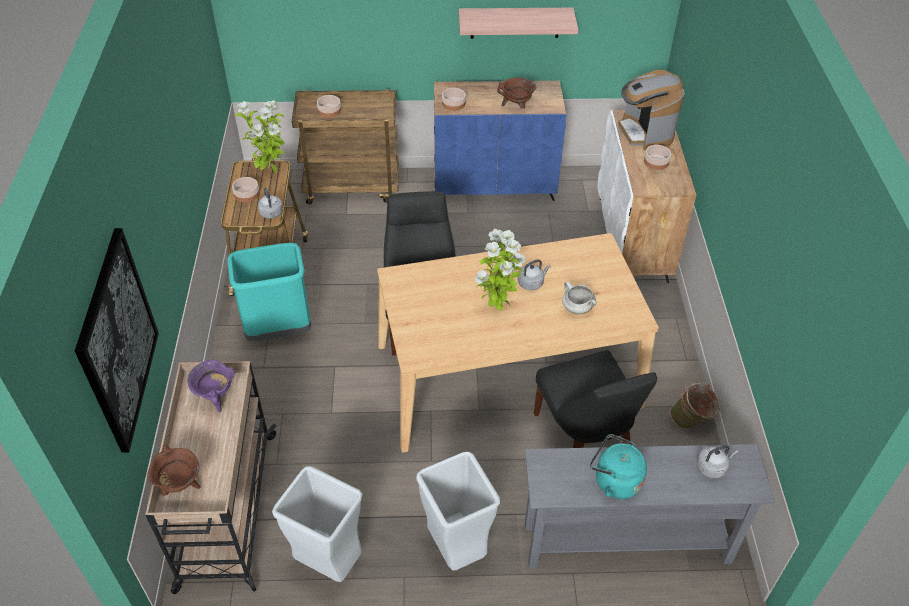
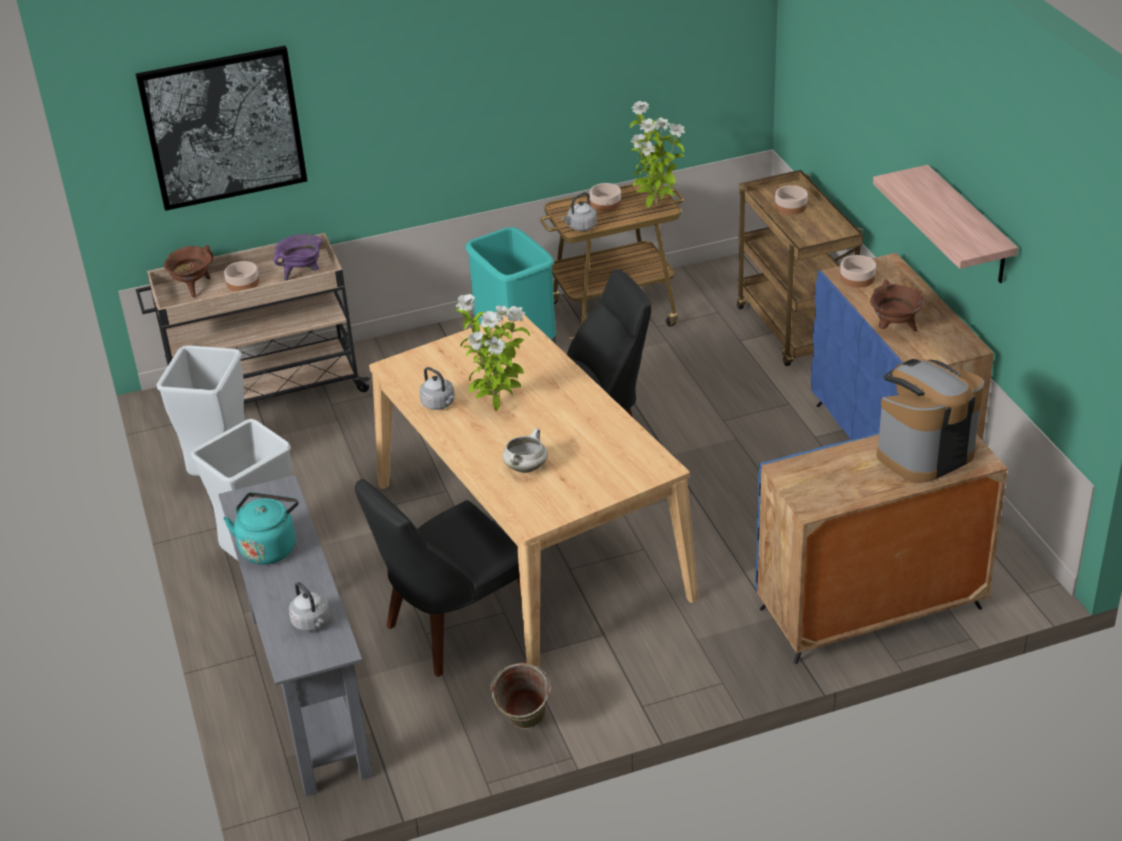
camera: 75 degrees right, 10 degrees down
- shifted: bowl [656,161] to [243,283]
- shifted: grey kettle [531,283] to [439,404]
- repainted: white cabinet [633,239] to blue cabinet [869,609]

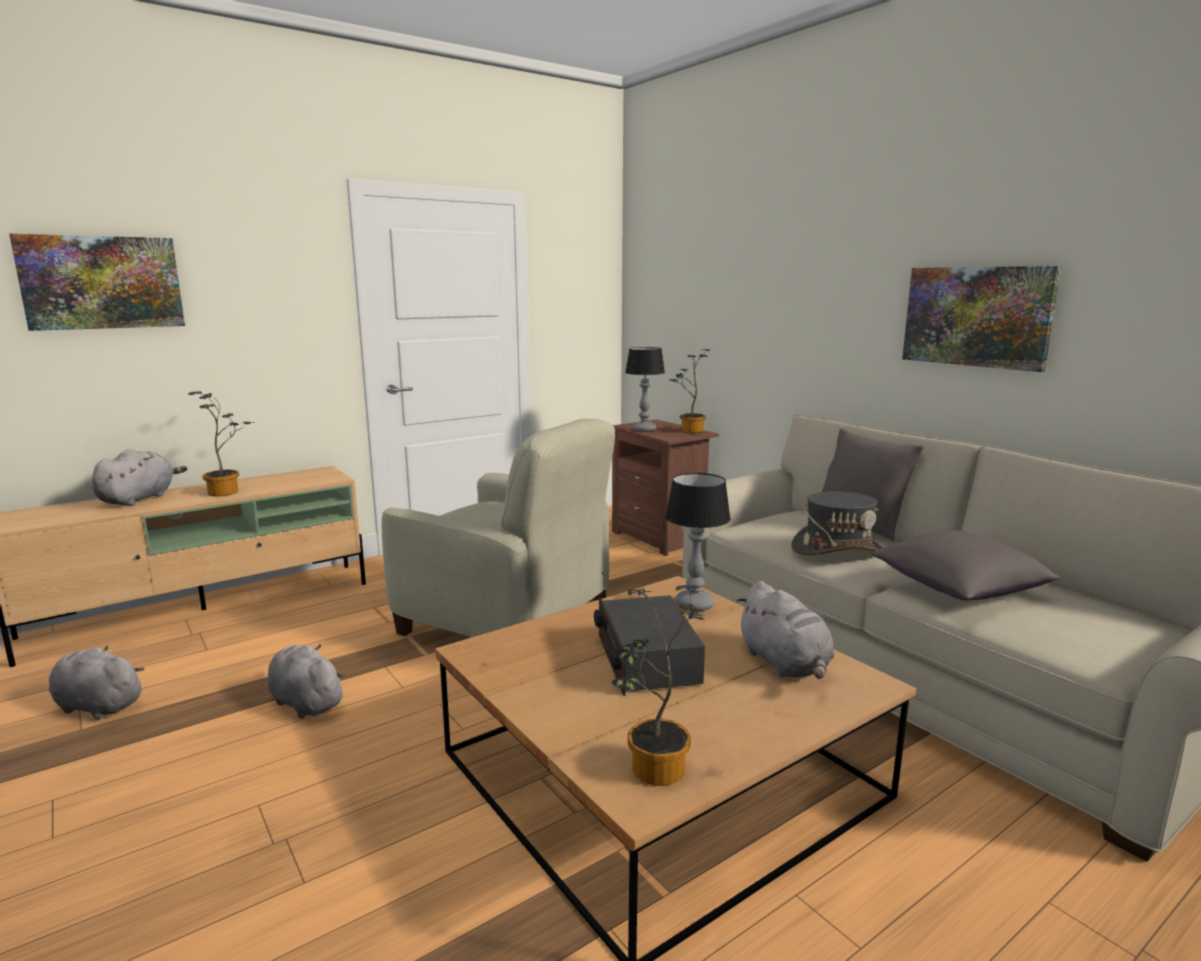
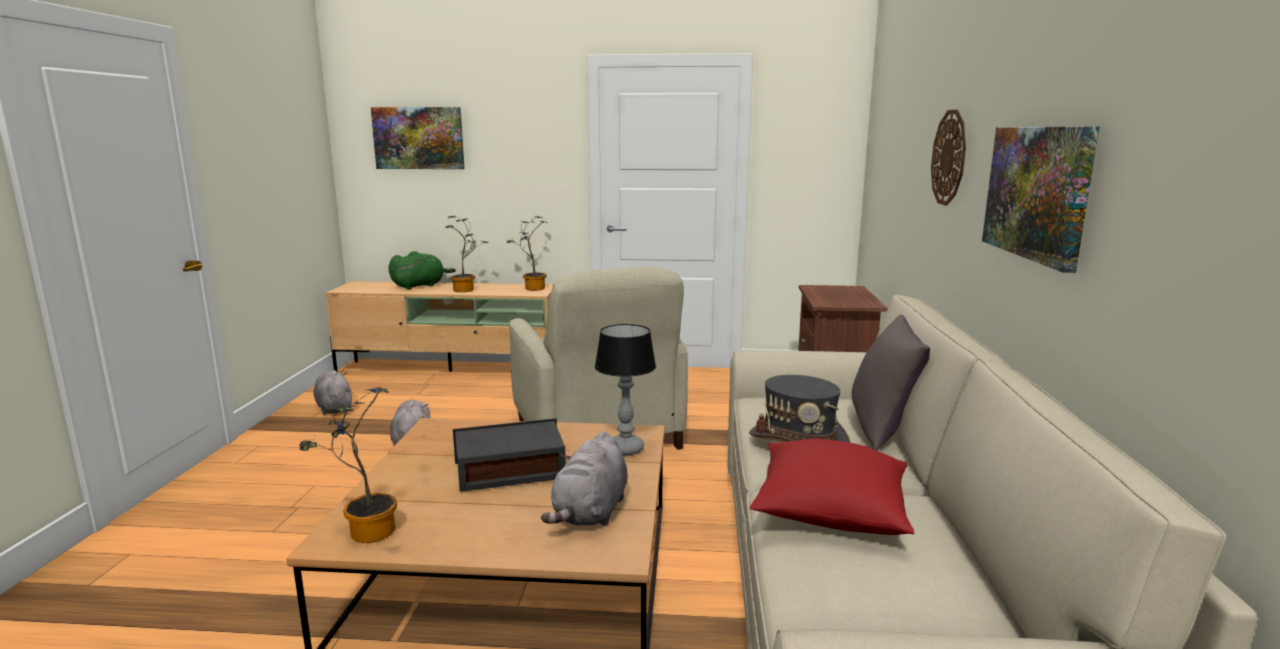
camera: 40 degrees right, 0 degrees up
- repainted: grey plush toy [139,499] to green plush toy [420,285]
- rotated: radio [646,659] = [510,470] 45 degrees clockwise
- shifted: potted plant [689,431] to [532,288]
- repainted: grey pillow [959,590] to red pillow [830,513]
- new: wall clock [949,157]
- gone: table lamp [644,430]

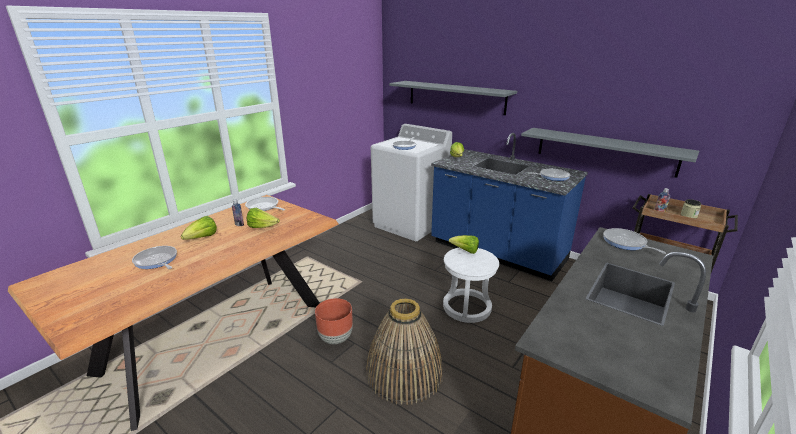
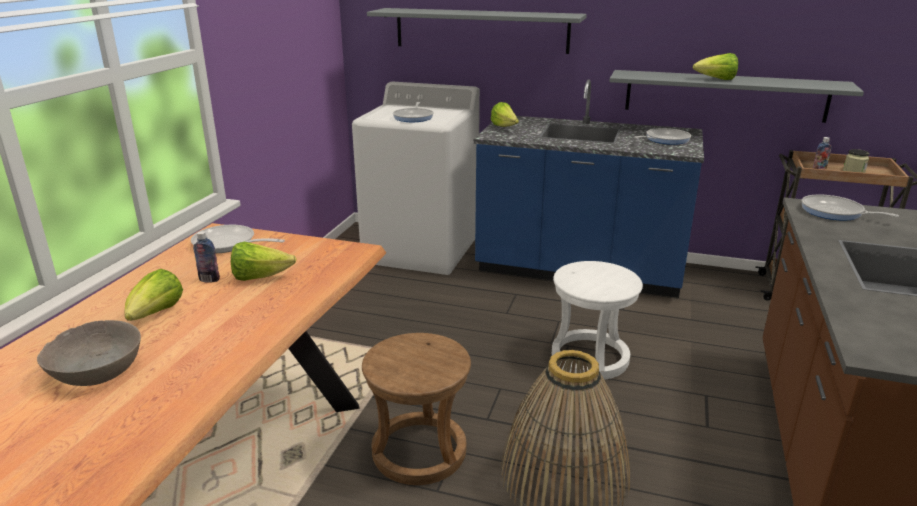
camera: 20 degrees left, 0 degrees up
- swapped: frying pan [156,261] to grey bowl [97,371]
- swapped: brown planter [335,338] to brown stool [419,452]
- shifted: lettuce [465,251] to [716,79]

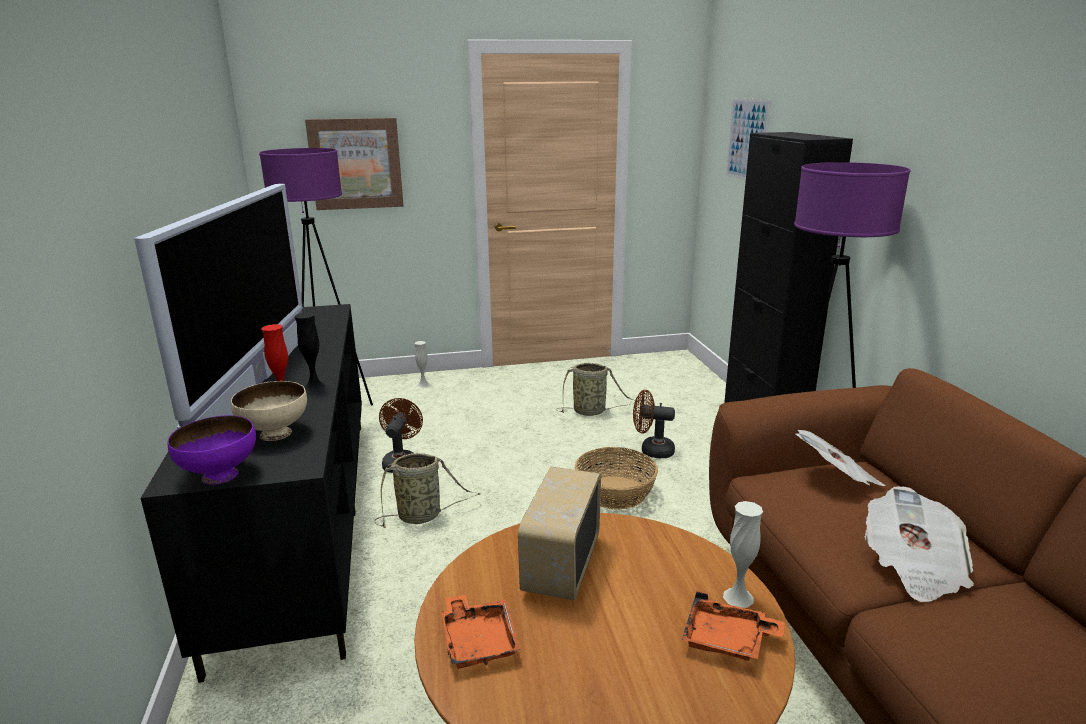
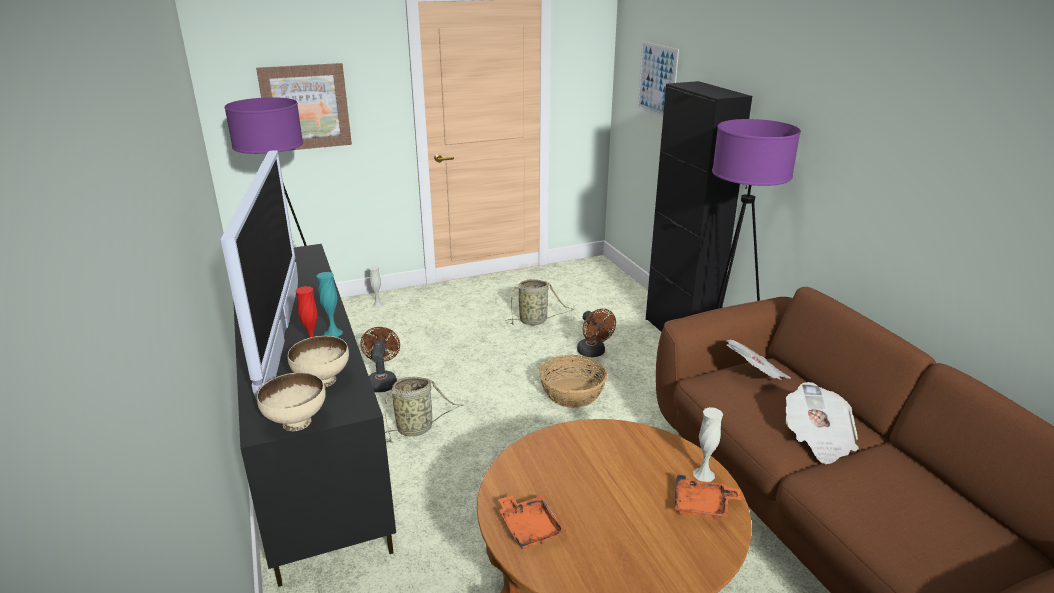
camera: 10 degrees left, 5 degrees up
- repainted: purple bowl [220,475] to beige bowl [297,422]
- repainted: black vase [314,386] to turquoise vase [333,333]
- rotated: brown fan [651,450] = [593,353] 120 degrees counterclockwise
- gone: radio [560,565]

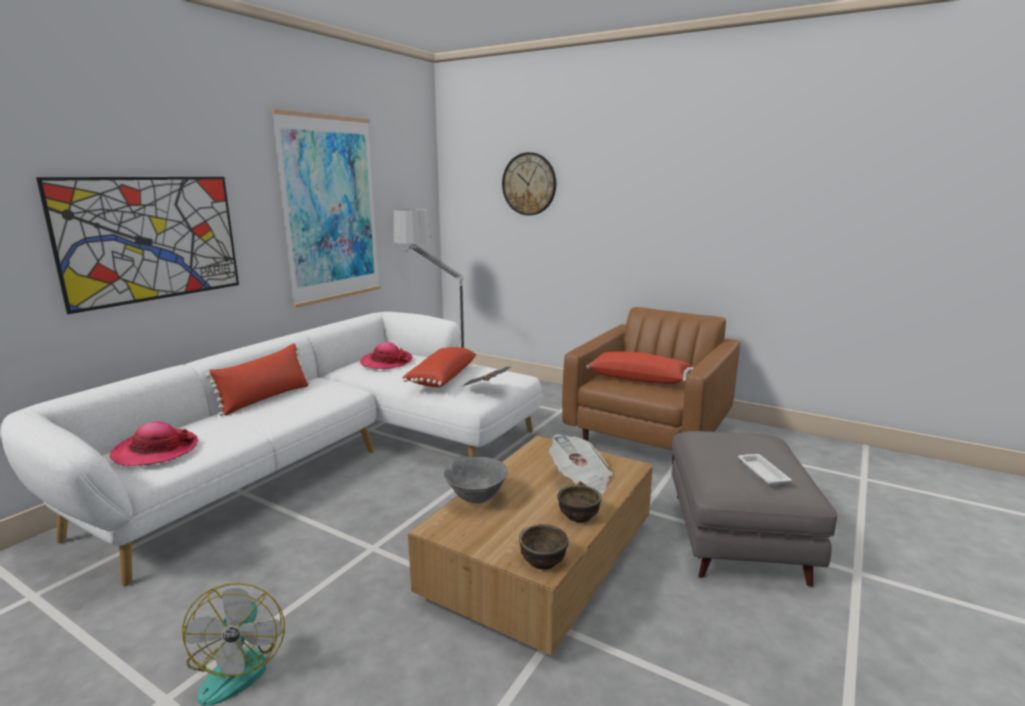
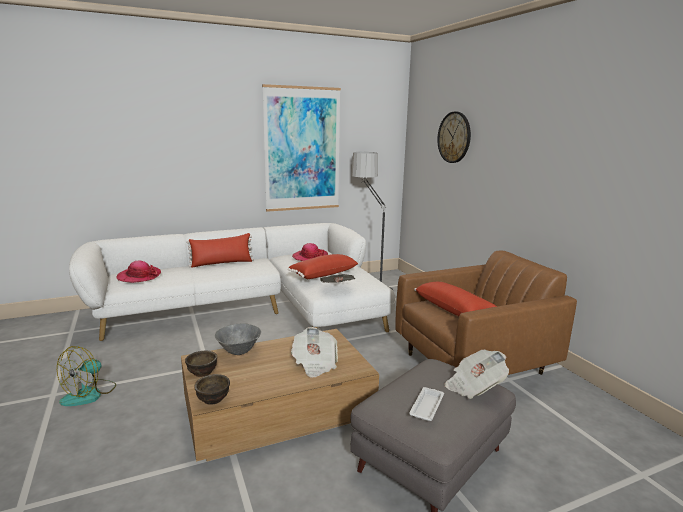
camera: 35 degrees right, 0 degrees up
- shifted: brown bowl [579,515] to [202,372]
- new: newspaper [474,387]
- gone: picture [152,239]

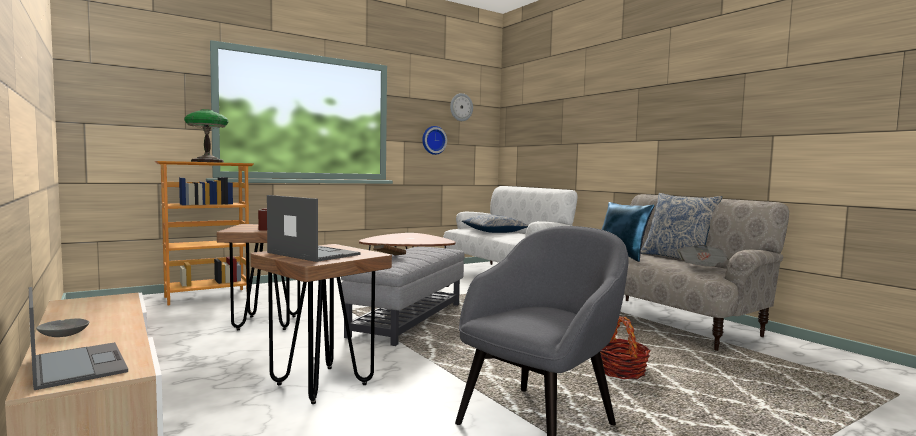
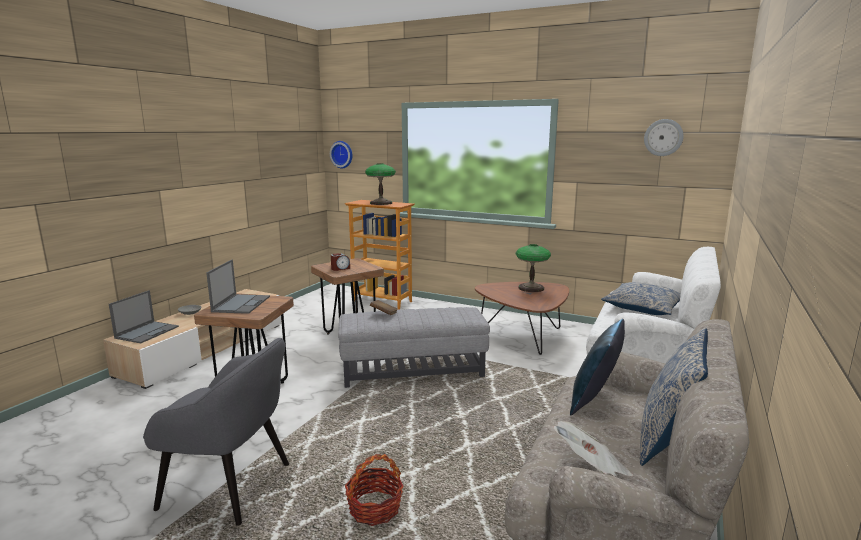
camera: 60 degrees right, 10 degrees up
- shifted: wall clock [433,140] to [342,154]
- new: table lamp [531,288]

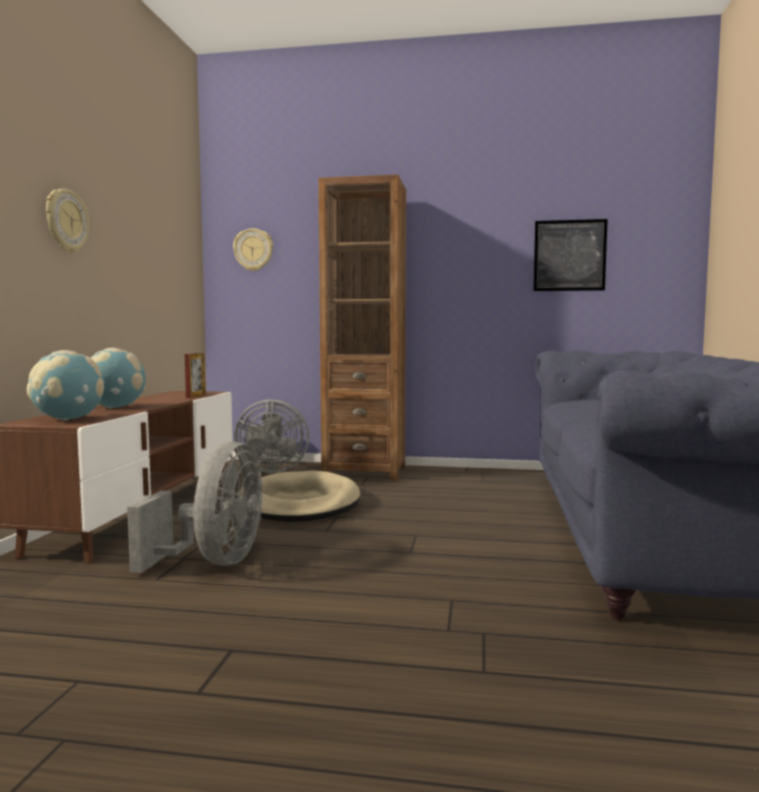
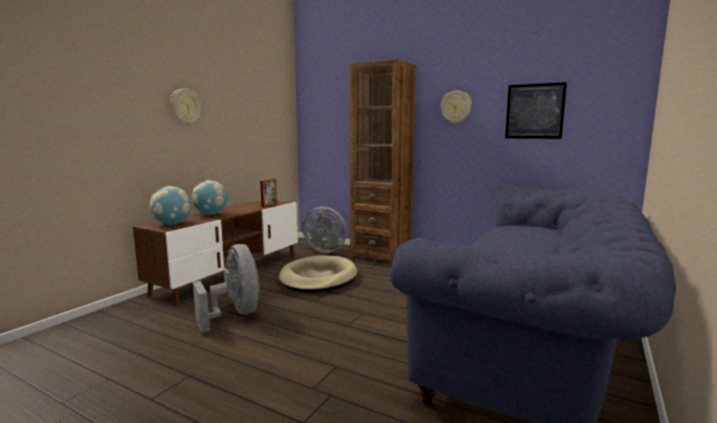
camera: 20 degrees right, 5 degrees up
- rotated: grey fan [215,562] = [235,314] 60 degrees counterclockwise
- shifted: wall clock [253,250] to [456,107]

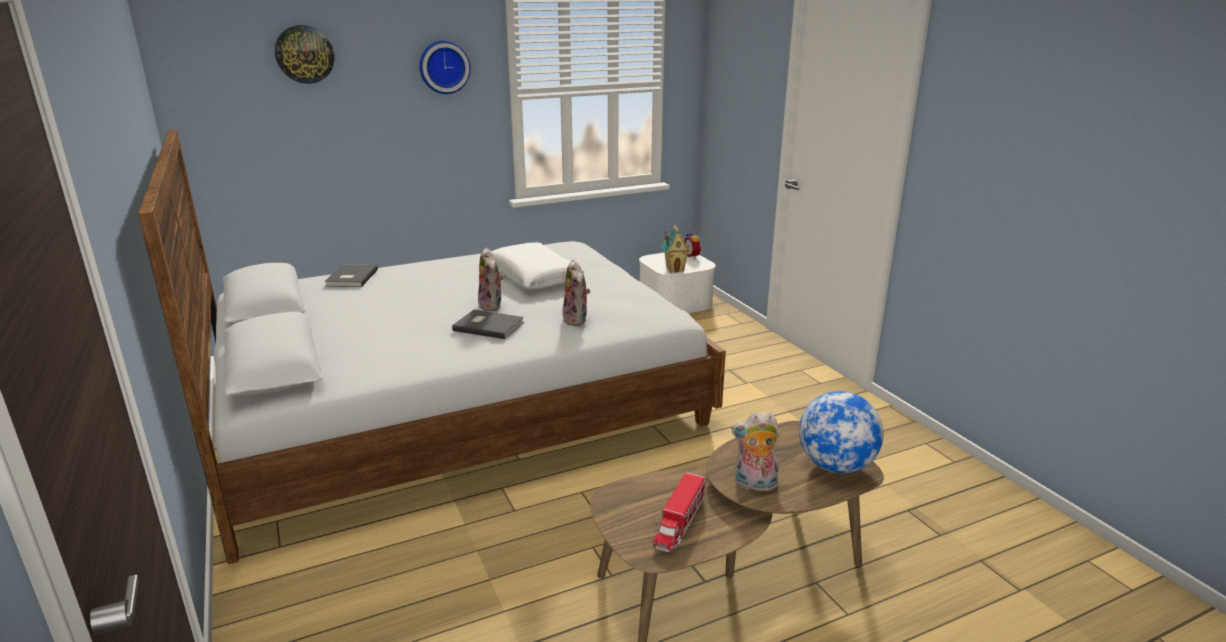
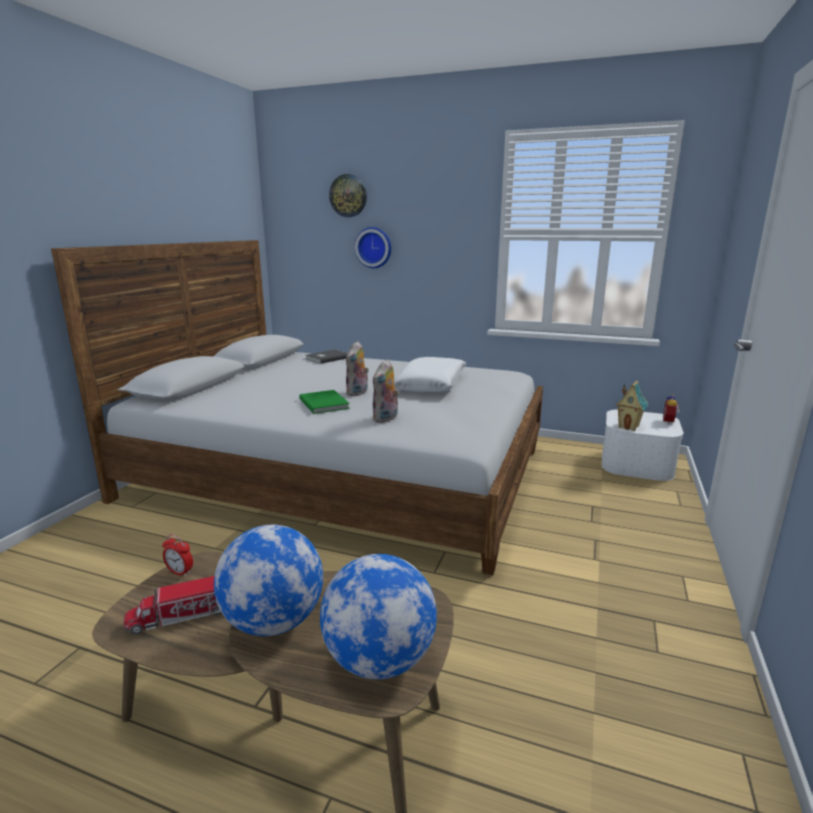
camera: 45 degrees right, 5 degrees down
- new: alarm clock [180,572]
- swapped: plush toy [754,485] to globe [274,622]
- repainted: grey book [488,326] to green book [325,403]
- shifted: wall clock [444,67] to [374,247]

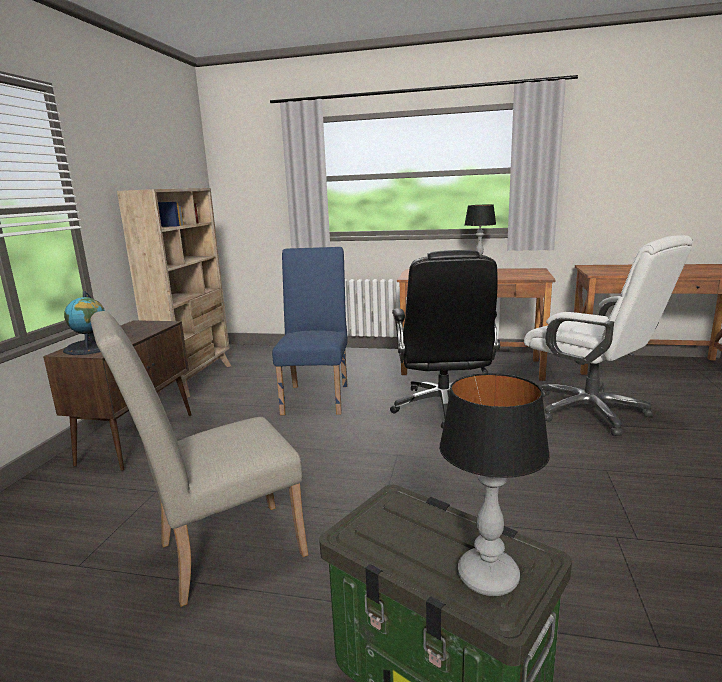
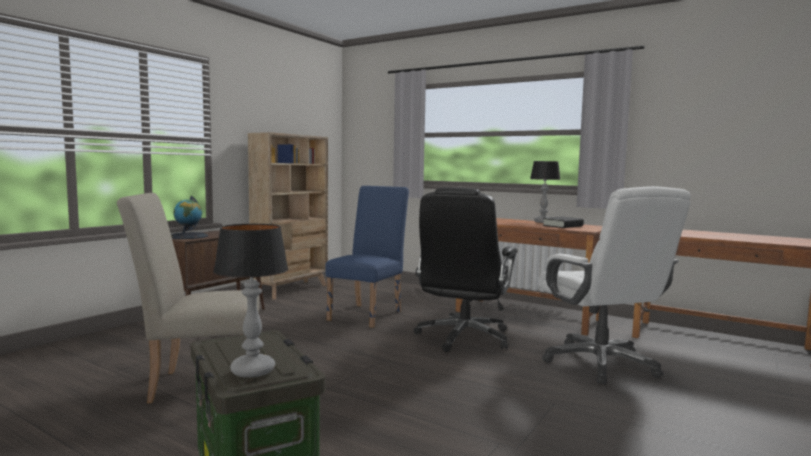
camera: 20 degrees right, 10 degrees down
- new: black book [562,226]

